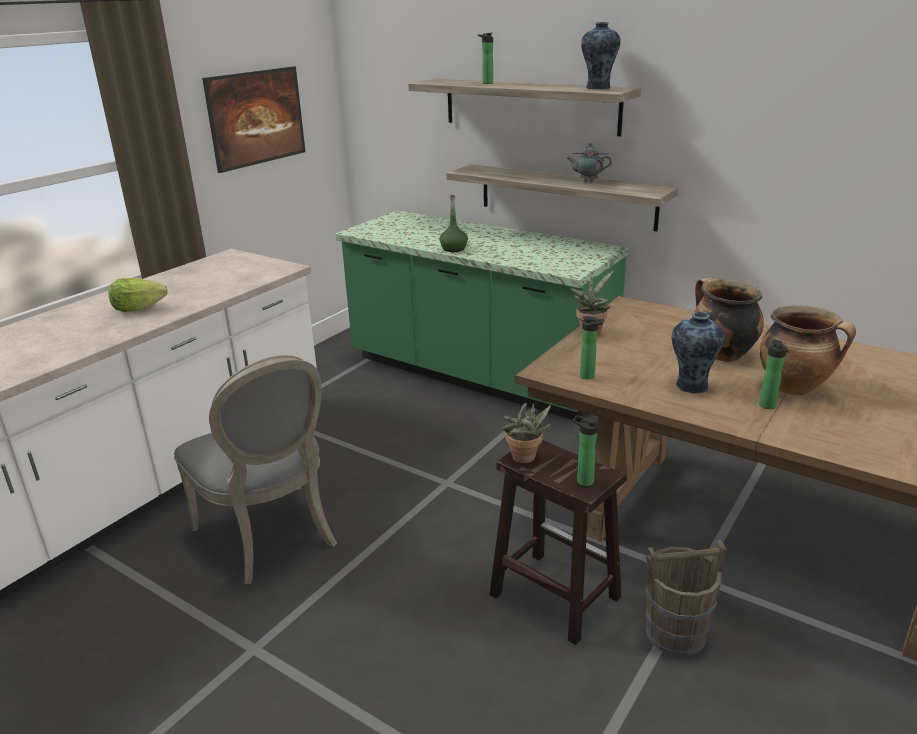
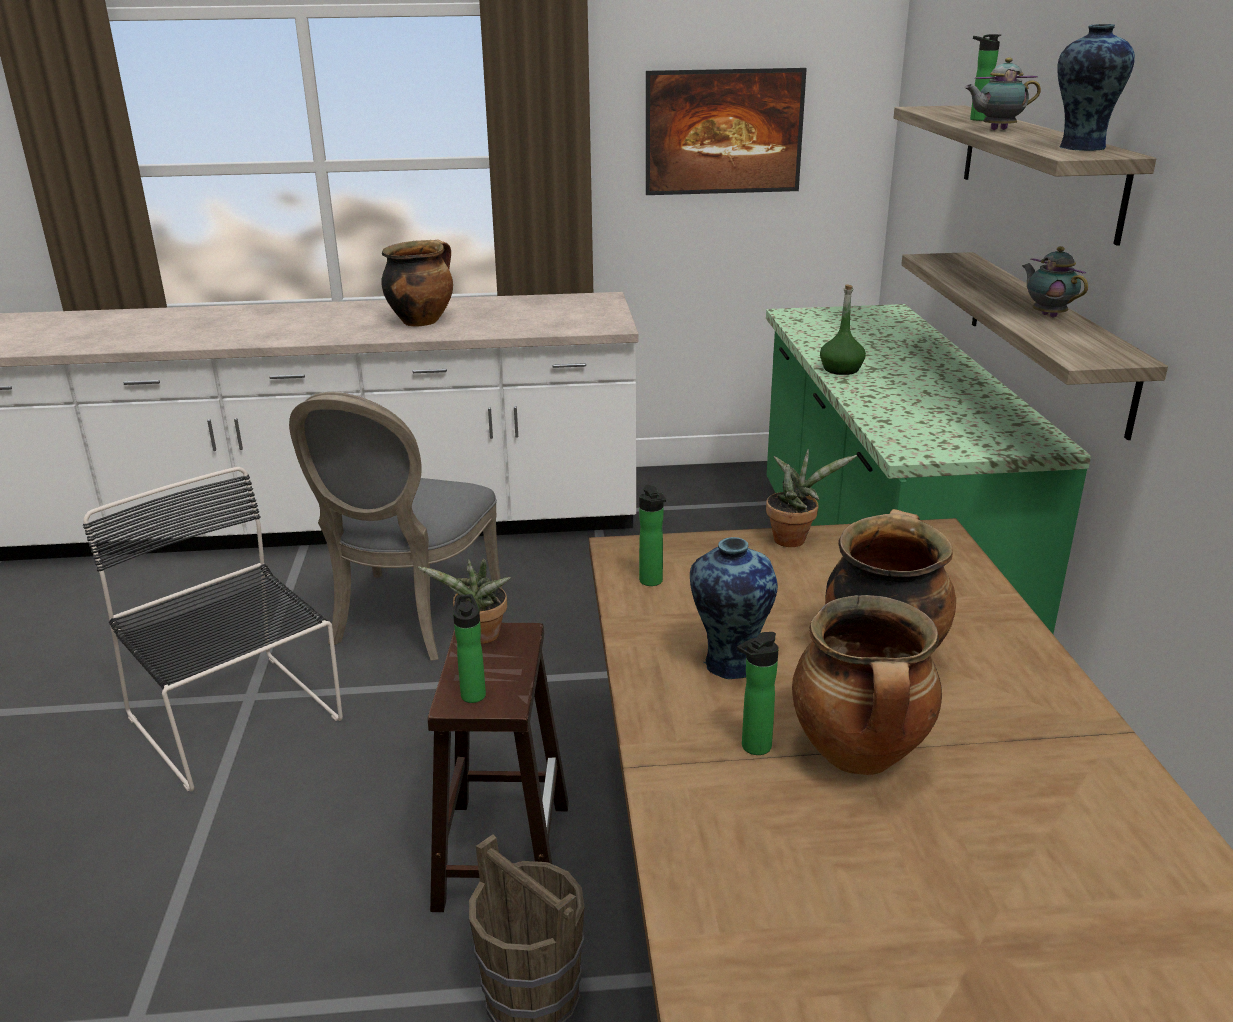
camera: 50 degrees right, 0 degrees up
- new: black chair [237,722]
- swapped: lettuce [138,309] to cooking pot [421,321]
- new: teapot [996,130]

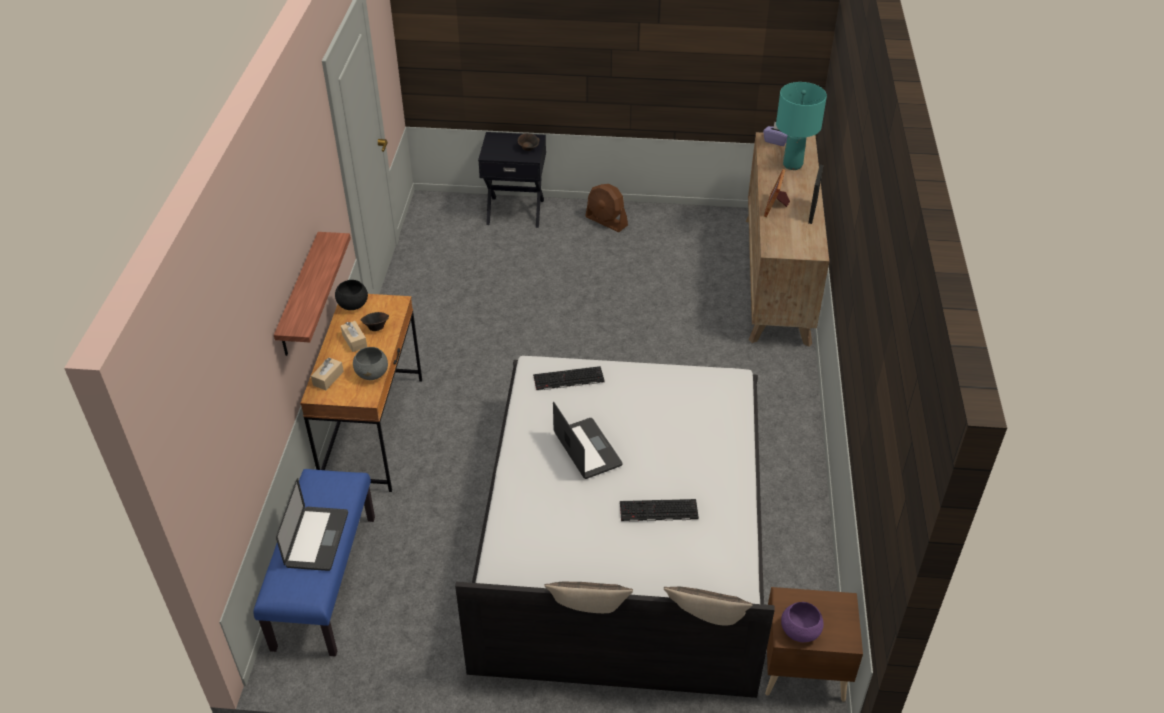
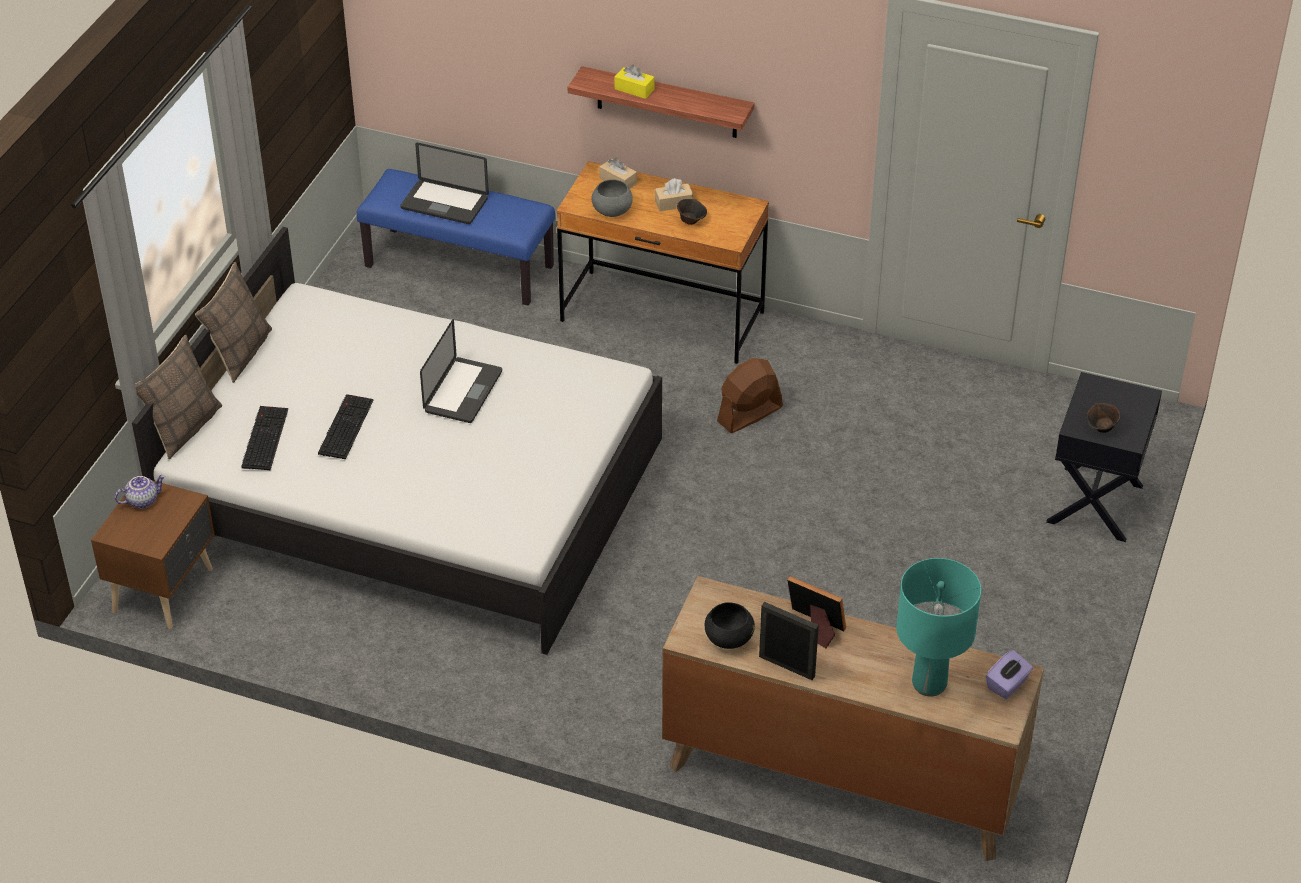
camera: 105 degrees right, 0 degrees up
- swapped: purple bowl [800,632] to teapot [142,500]
- shifted: keyboard [568,379] to [264,437]
- rotated: laptop [587,449] = [463,391] 60 degrees counterclockwise
- new: yellow tissue box [634,89]
- shifted: black bowl [352,305] to [728,639]
- shifted: brown fan [606,221] to [749,414]

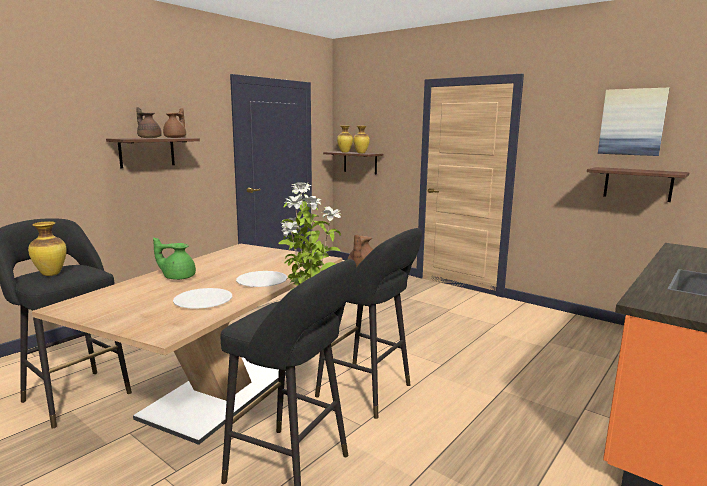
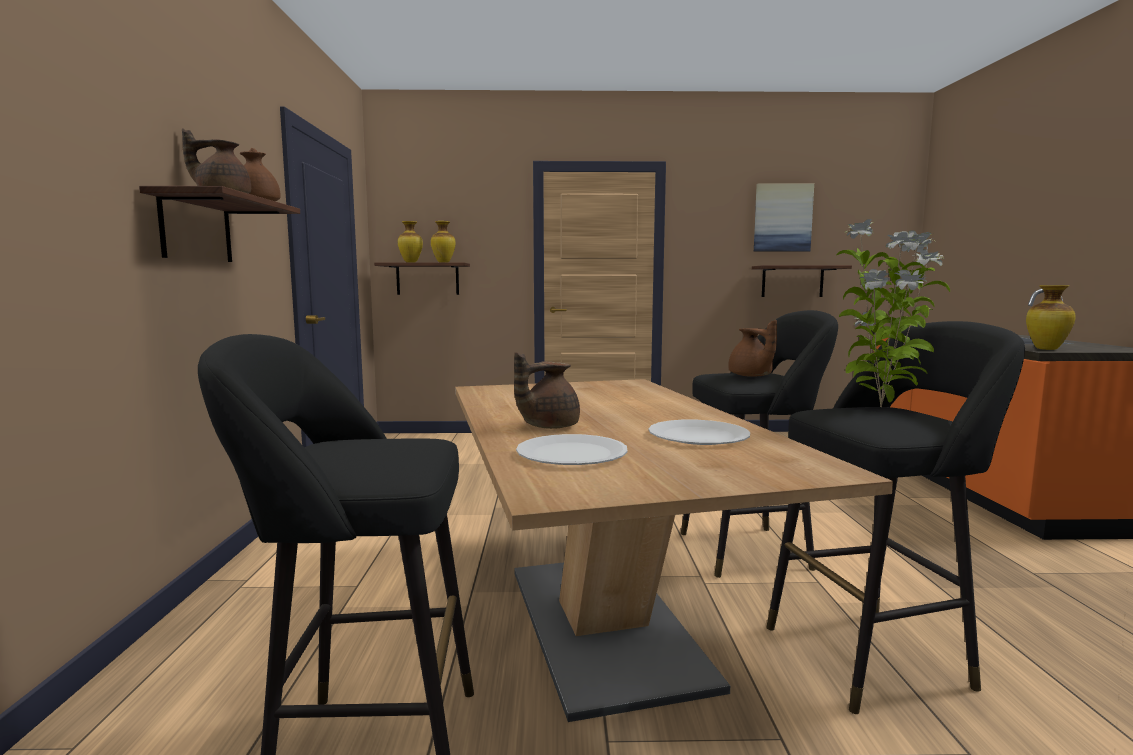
camera: 40 degrees left, 5 degrees down
- repainted: green teapot [178,277] to brown teapot [547,426]
- shifted: white plate [261,280] to [571,453]
- shifted: vase [51,274] to [1045,349]

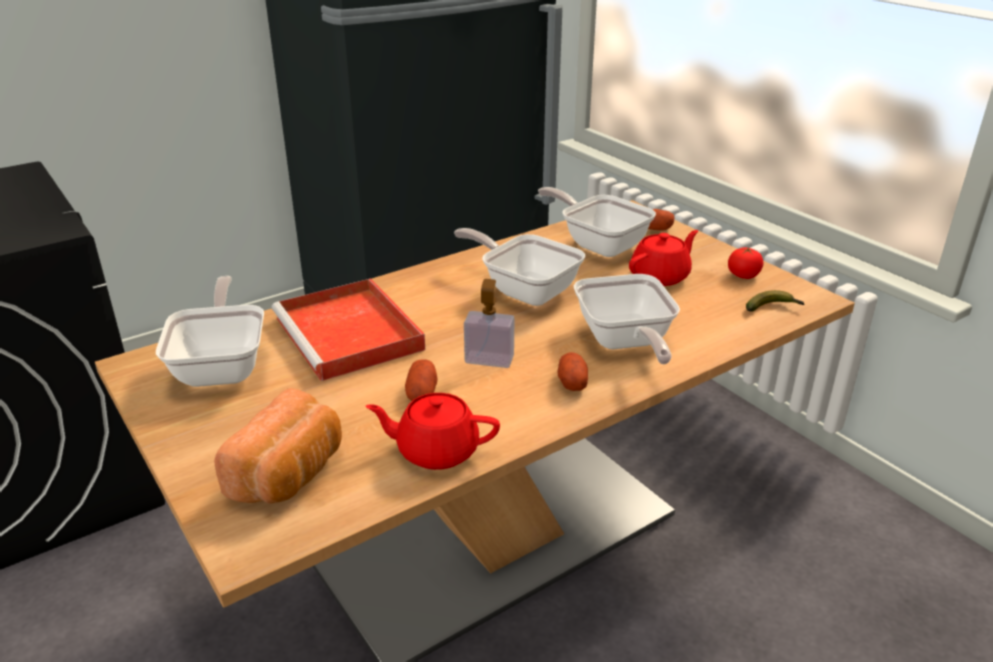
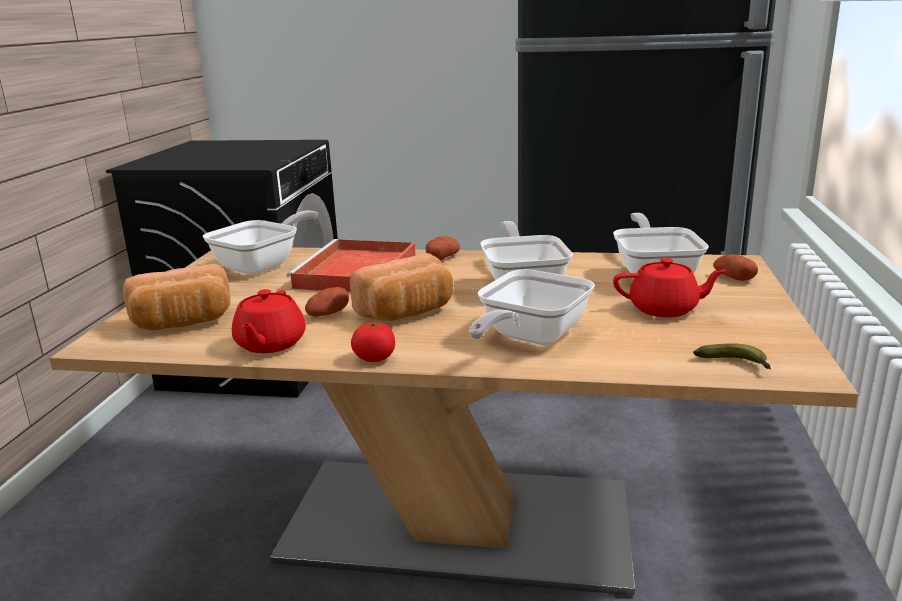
camera: 45 degrees right, 10 degrees down
- rotated: red teapot [436,450] = [269,344] 135 degrees counterclockwise
- swapped: soap dispenser [489,359] to bread [407,312]
- shifted: tomato [743,275] to [374,358]
- shifted: potato [572,382] to [443,257]

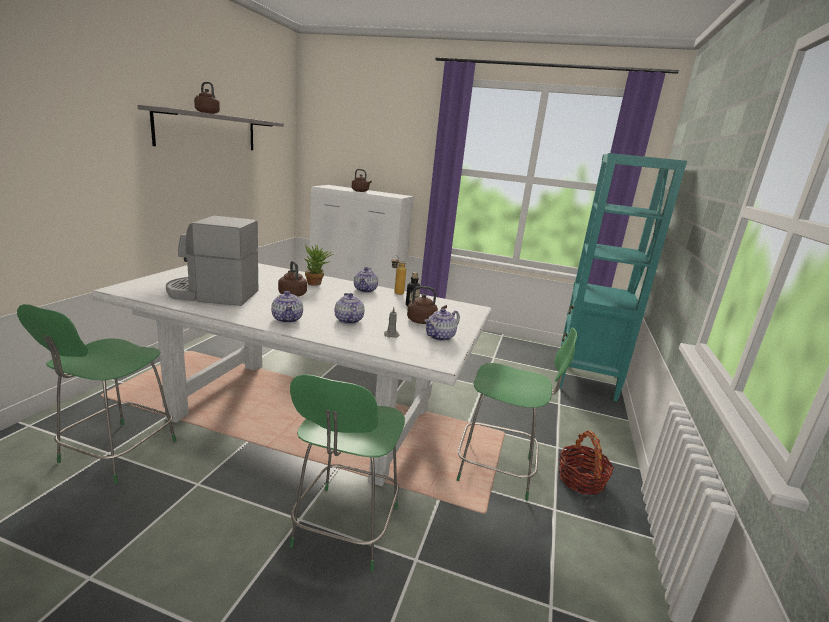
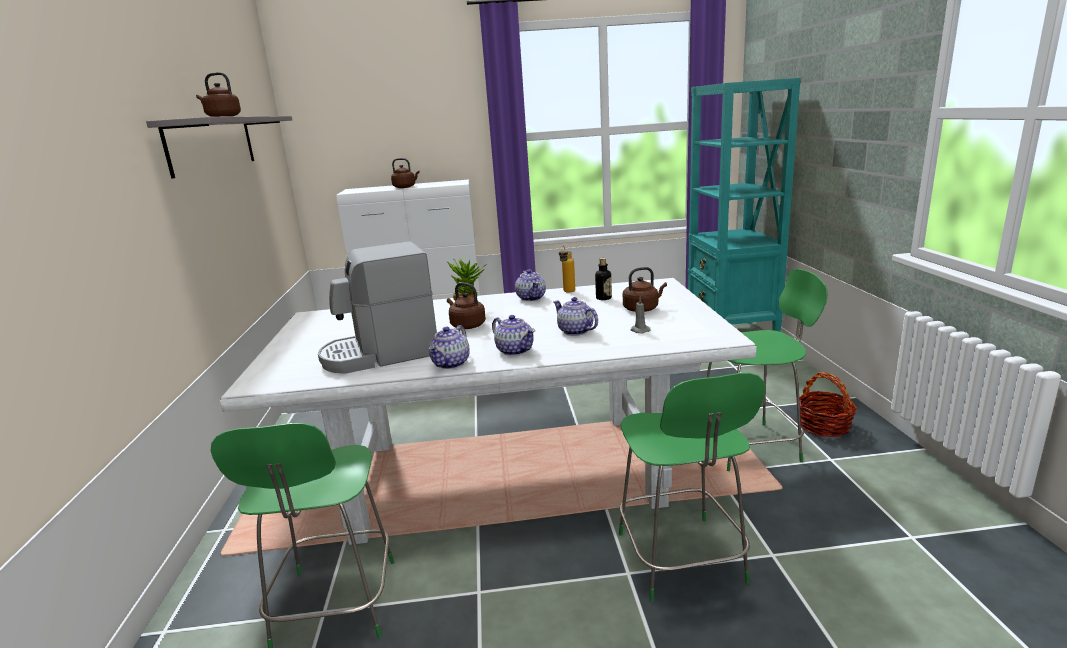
camera: 20 degrees left, 0 degrees up
- shifted: teapot [440,337] to [451,364]

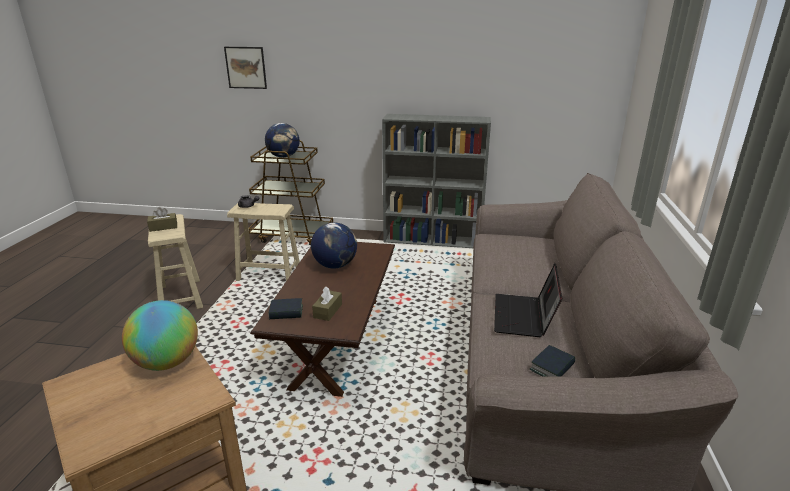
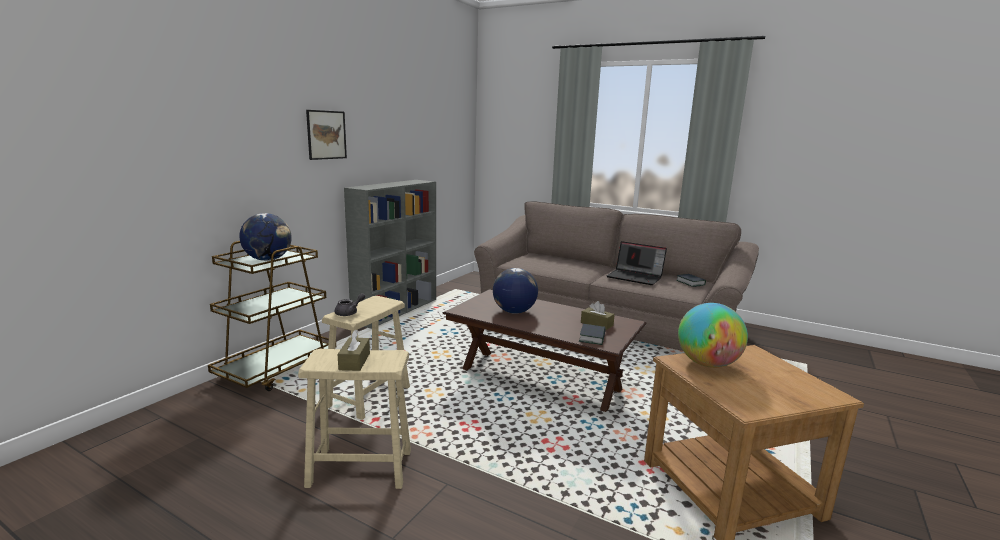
camera: 70 degrees left, 10 degrees down
- shifted: picture [246,67] to [326,135]

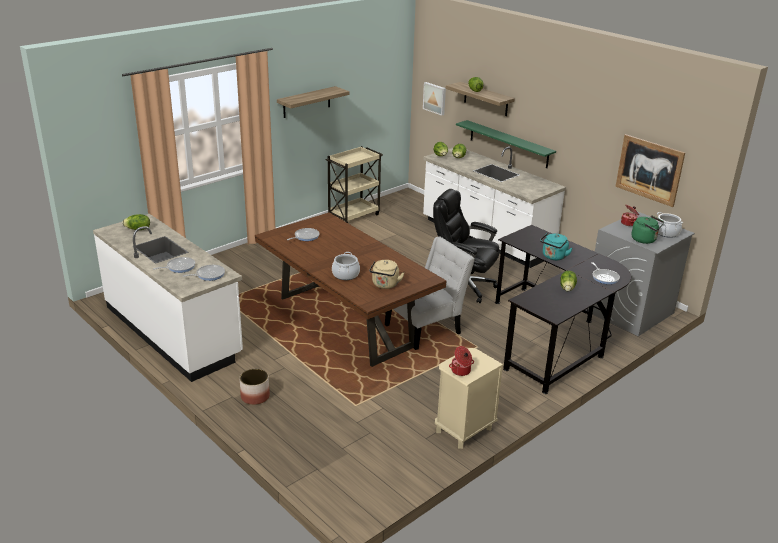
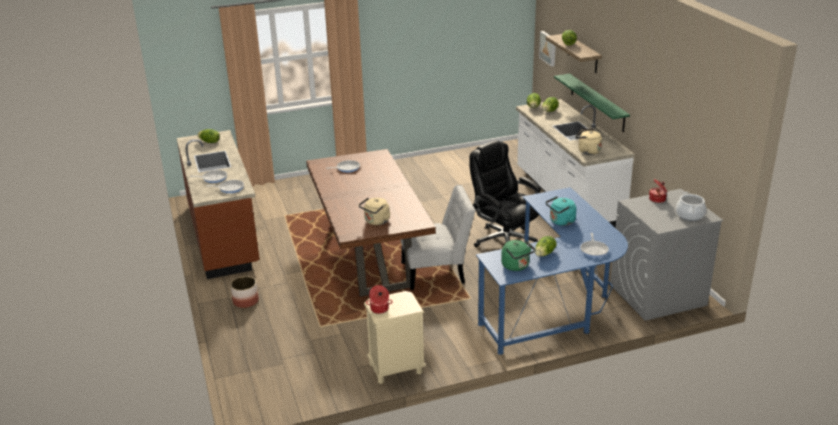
camera: 25 degrees right, 0 degrees up
- repainted: white counter [173,331] to brown counter [224,235]
- repainted: black desk [554,336] to blue desk [555,303]
- shifted: green kettle [645,240] to [516,266]
- new: beige kettle [587,151]
- gone: shelf [306,102]
- gone: beige cart [354,215]
- gone: cooking pot [346,274]
- gone: picture [649,170]

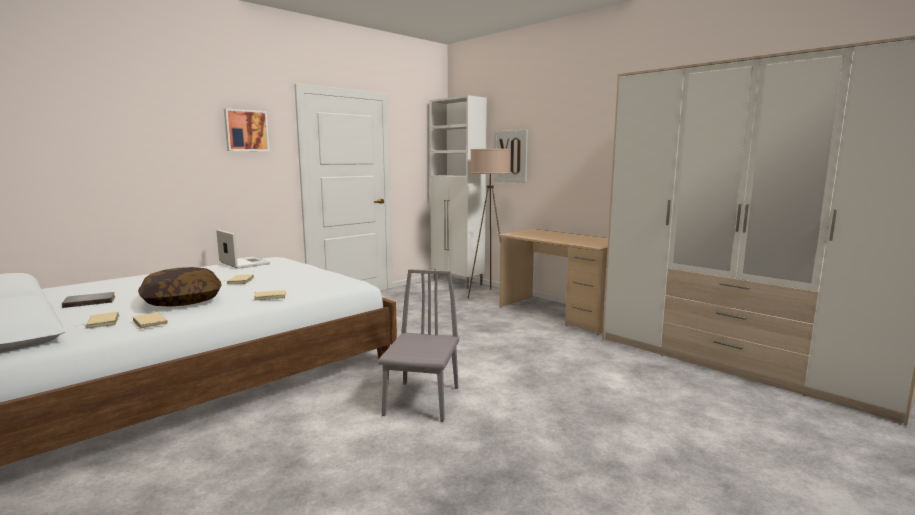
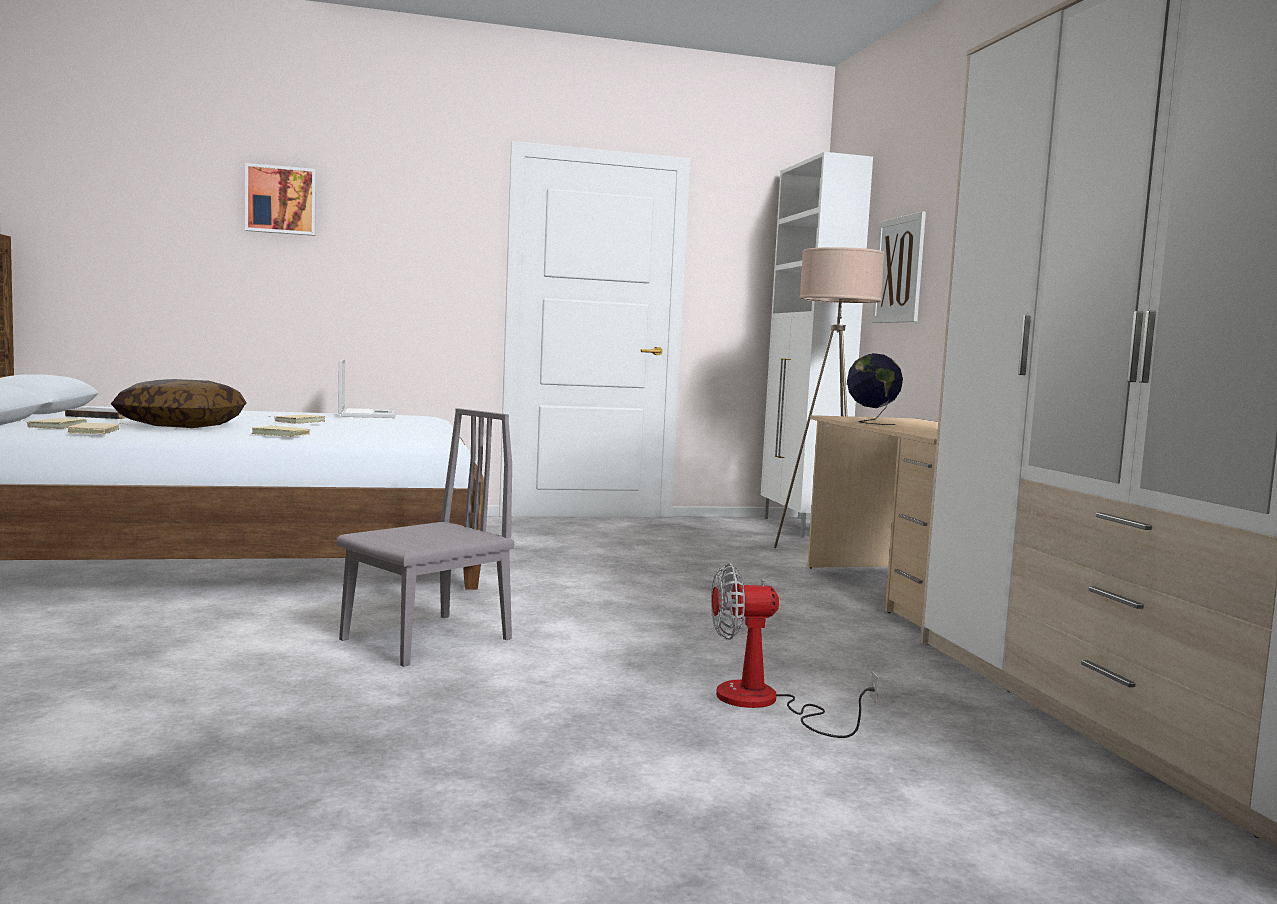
camera: 30 degrees right, 5 degrees down
- shifted: picture [246,130] to [281,200]
- new: fan [764,703]
- new: globe [871,422]

